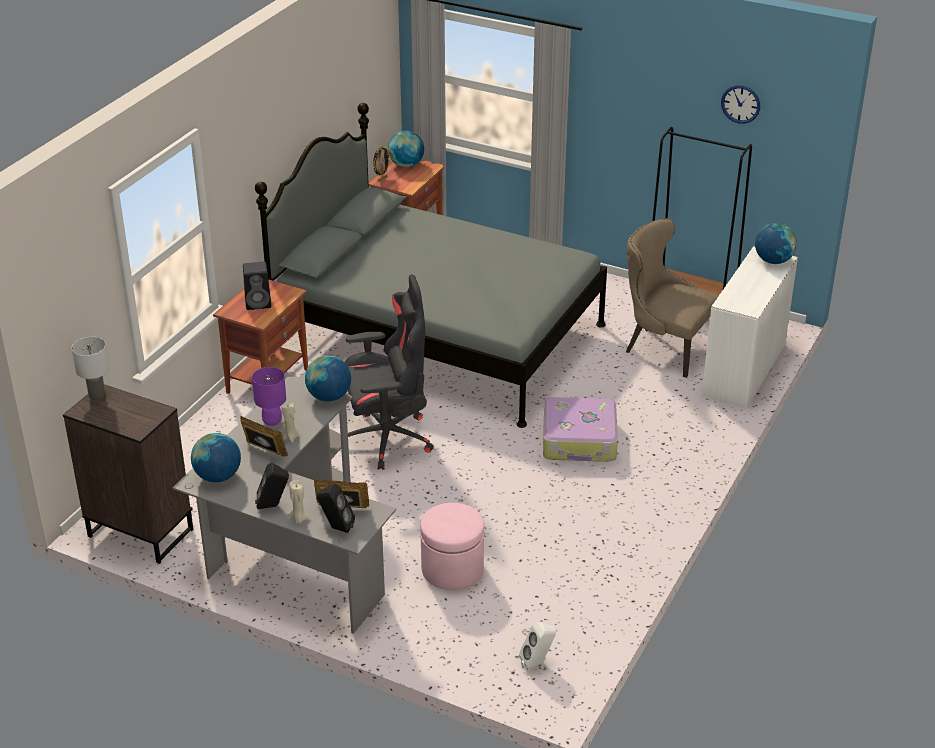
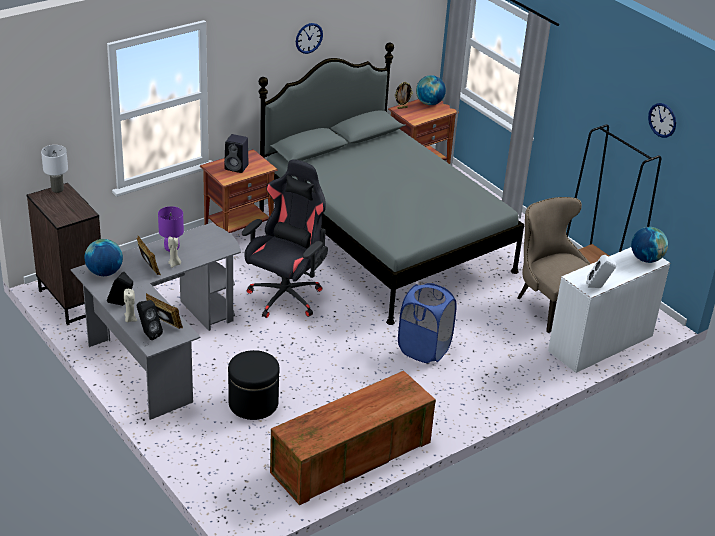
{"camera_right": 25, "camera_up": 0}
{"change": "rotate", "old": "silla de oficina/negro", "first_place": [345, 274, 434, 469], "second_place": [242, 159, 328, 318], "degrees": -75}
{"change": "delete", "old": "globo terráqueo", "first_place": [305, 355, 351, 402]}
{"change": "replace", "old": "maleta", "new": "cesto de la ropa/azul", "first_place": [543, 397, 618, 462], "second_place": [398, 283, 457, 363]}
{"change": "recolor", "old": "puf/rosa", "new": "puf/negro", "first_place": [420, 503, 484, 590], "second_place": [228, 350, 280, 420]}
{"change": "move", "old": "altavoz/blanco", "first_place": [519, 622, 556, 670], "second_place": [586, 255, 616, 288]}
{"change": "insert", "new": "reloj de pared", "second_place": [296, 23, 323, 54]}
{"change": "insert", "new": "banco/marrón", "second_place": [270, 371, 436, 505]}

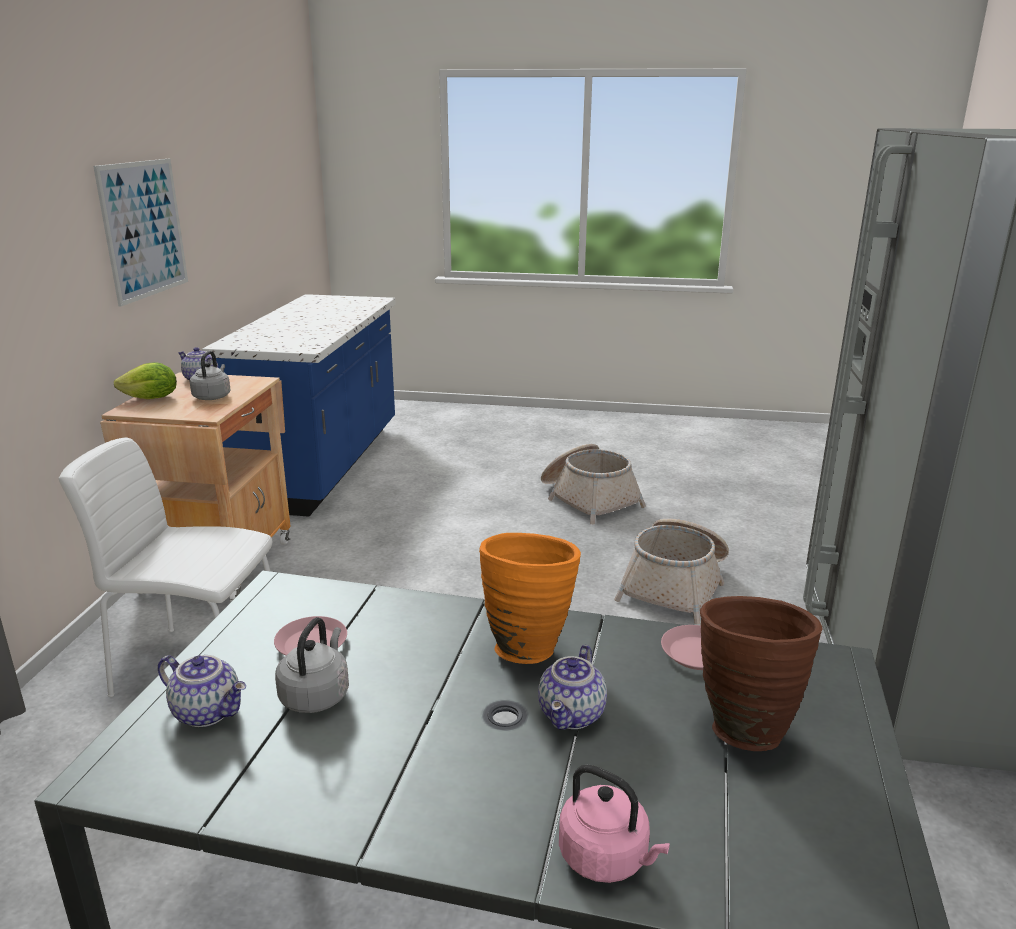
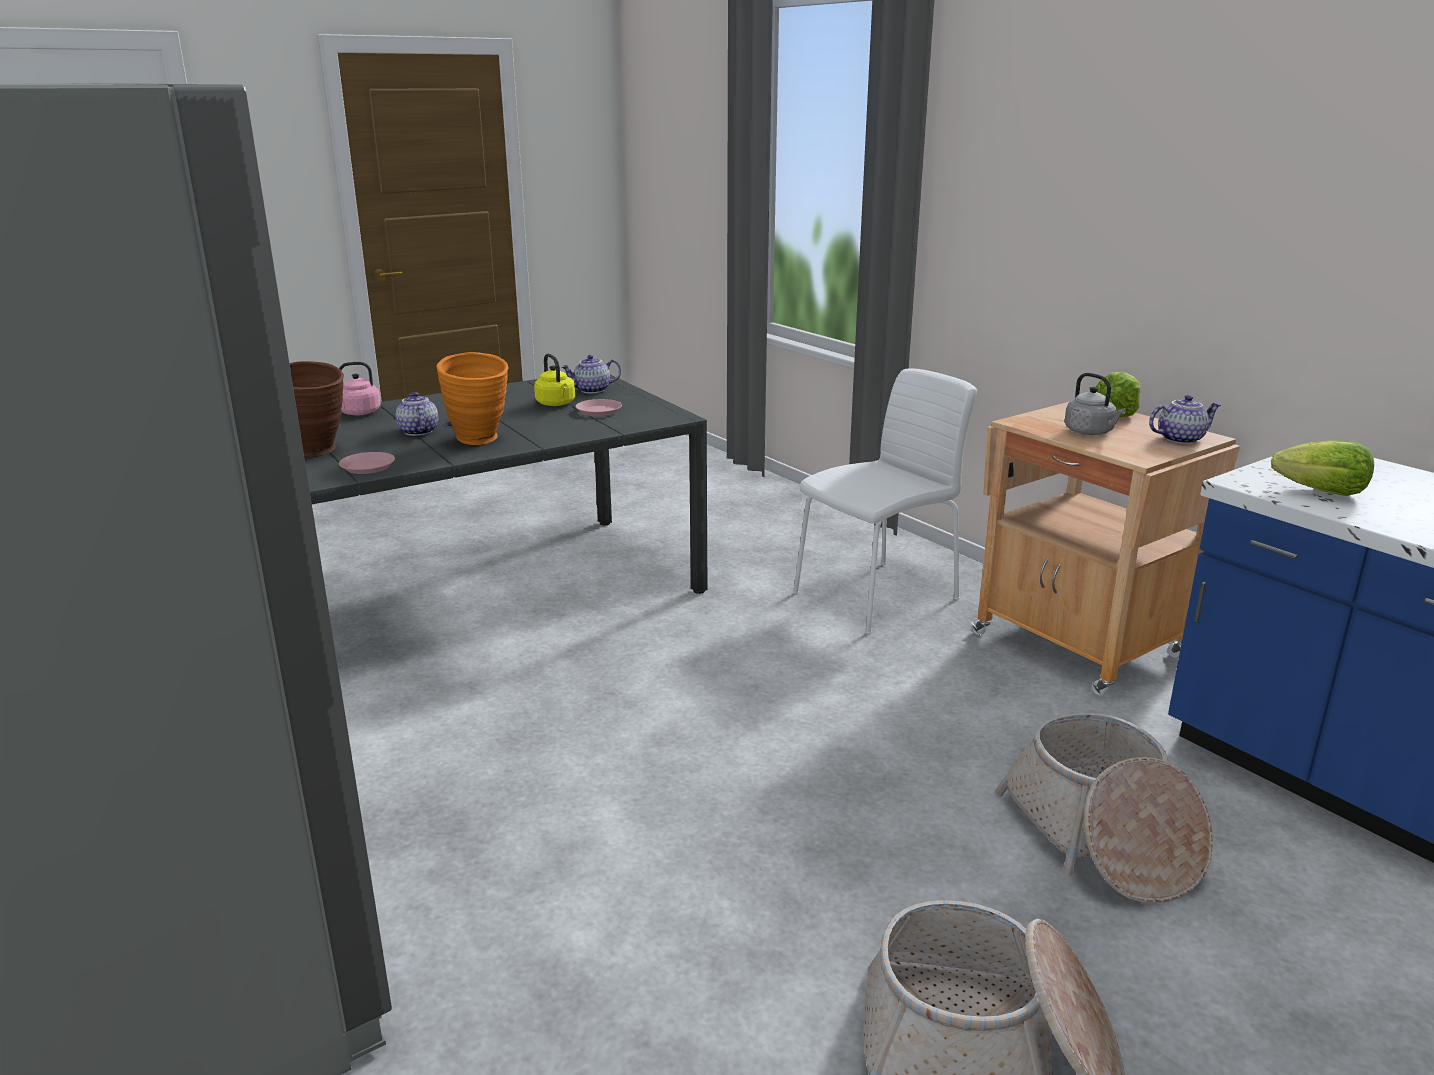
{"camera_right": 135, "camera_up": 0}
{"change": "delete", "old": "cuadro", "first_place": [93, 159, 188, 307]}
{"change": "move", "old": "cesta", "first_place": [614, 519, 729, 624], "second_place": [994, 713, 1213, 903]}
{"change": "recolor", "old": "hervidor/gris", "new": "hervidor/amarillo", "first_place": [275, 617, 349, 713], "second_place": [534, 354, 575, 406]}
{"change": "insert", "new": "lechuga", "second_place": [1271, 440, 1374, 496]}

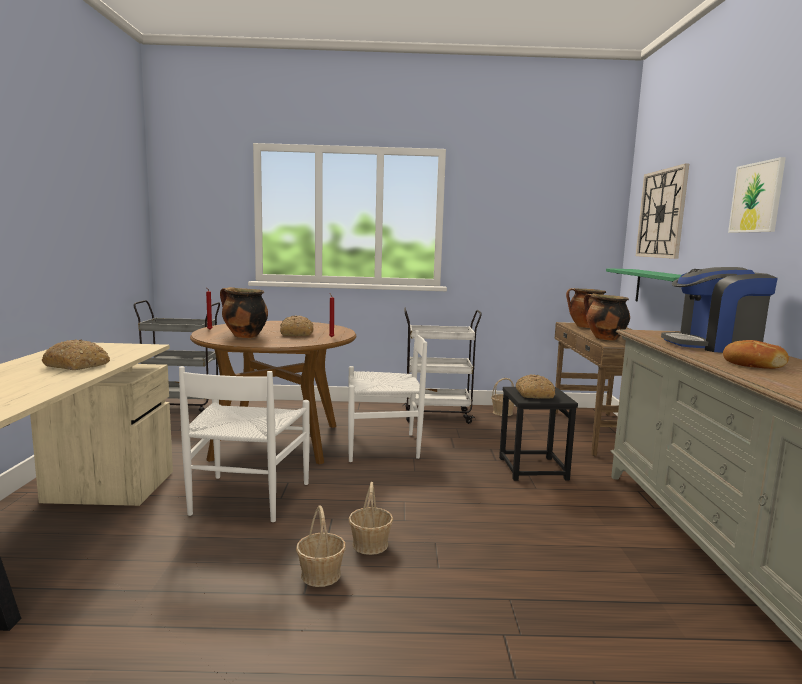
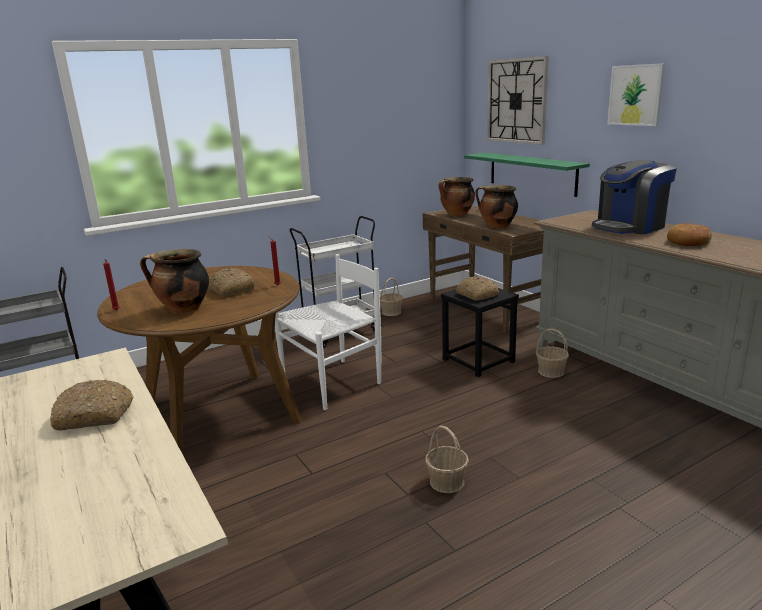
{"camera_right": -30, "camera_up": 10}
{"change": "delete", "old": "silla/blanco", "first_place": [179, 366, 310, 522]}
{"change": "move", "old": "cesta", "first_place": [296, 505, 346, 587], "second_place": [536, 329, 569, 378]}

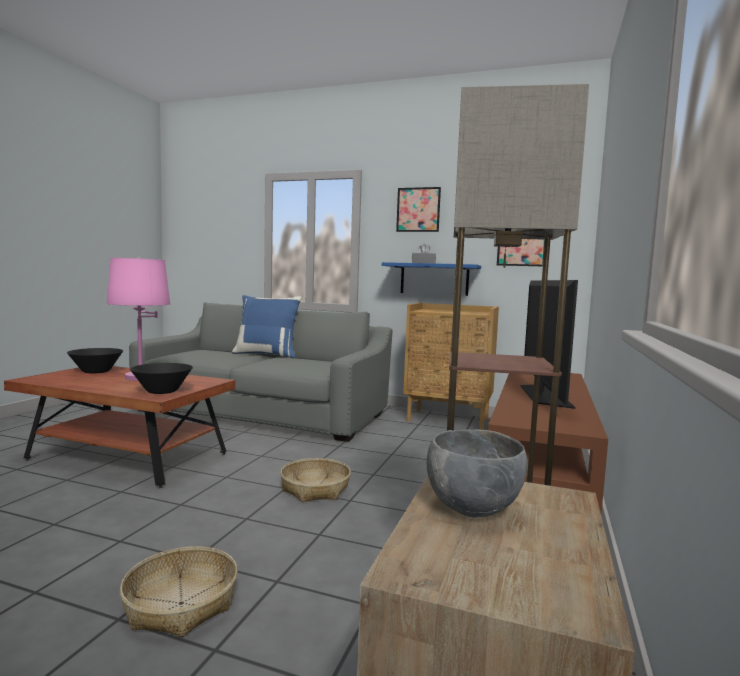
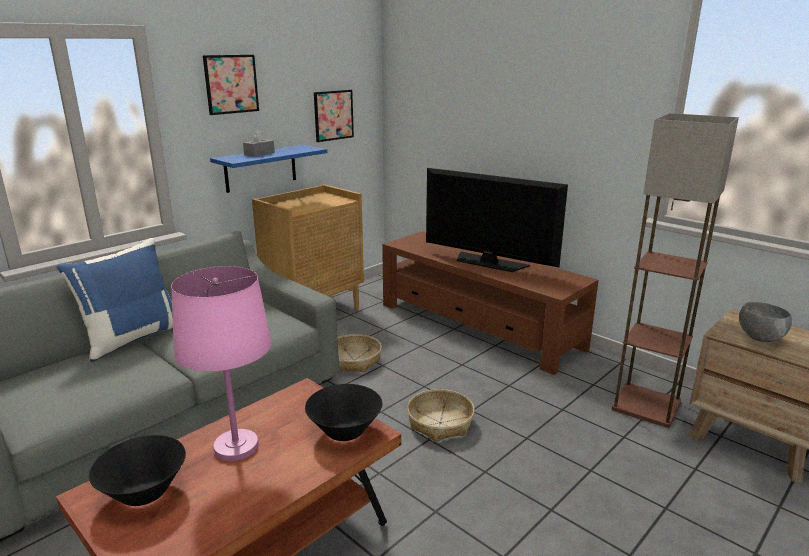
{"camera_right": -65, "camera_up": 15}
{"change": "move", "old": "cesta", "first_place": [120, 546, 238, 637], "second_place": [338, 334, 382, 372]}

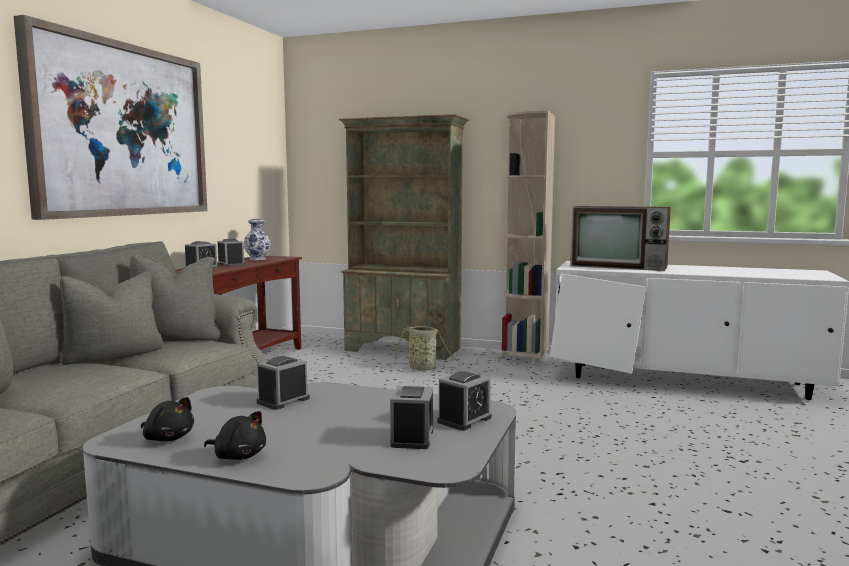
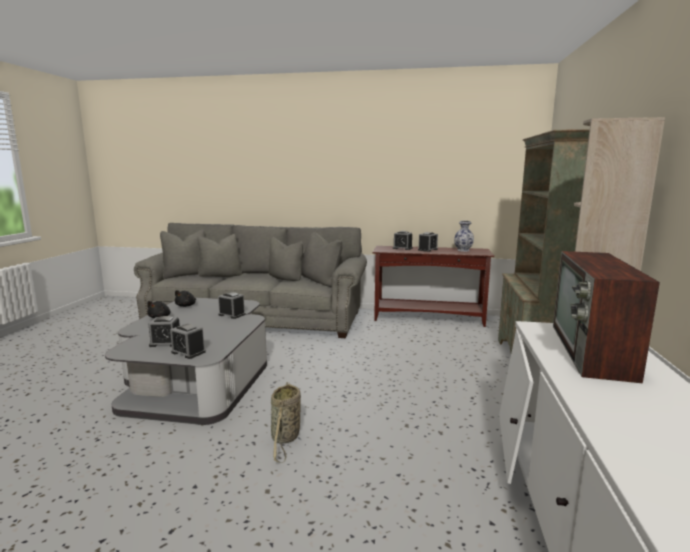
{"camera_right": 80, "camera_up": 5}
{"change": "delete", "old": "cuadro", "first_place": [14, 15, 207, 220]}
{"change": "move", "old": "cesta", "first_place": [394, 326, 464, 371], "second_place": [271, 382, 301, 463]}

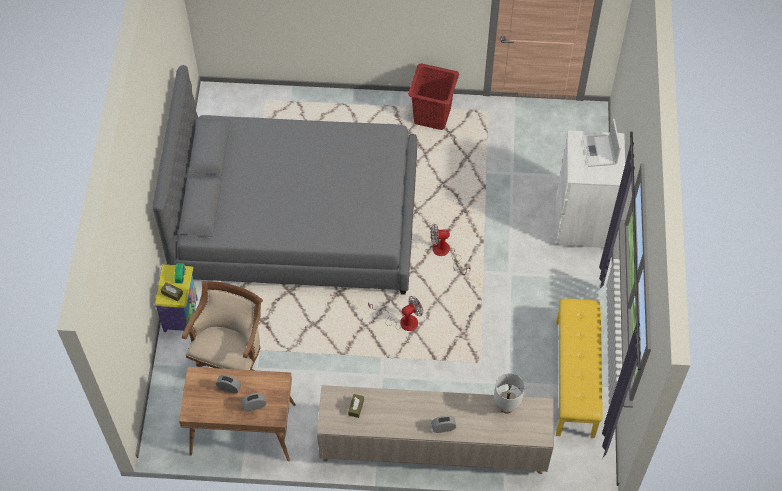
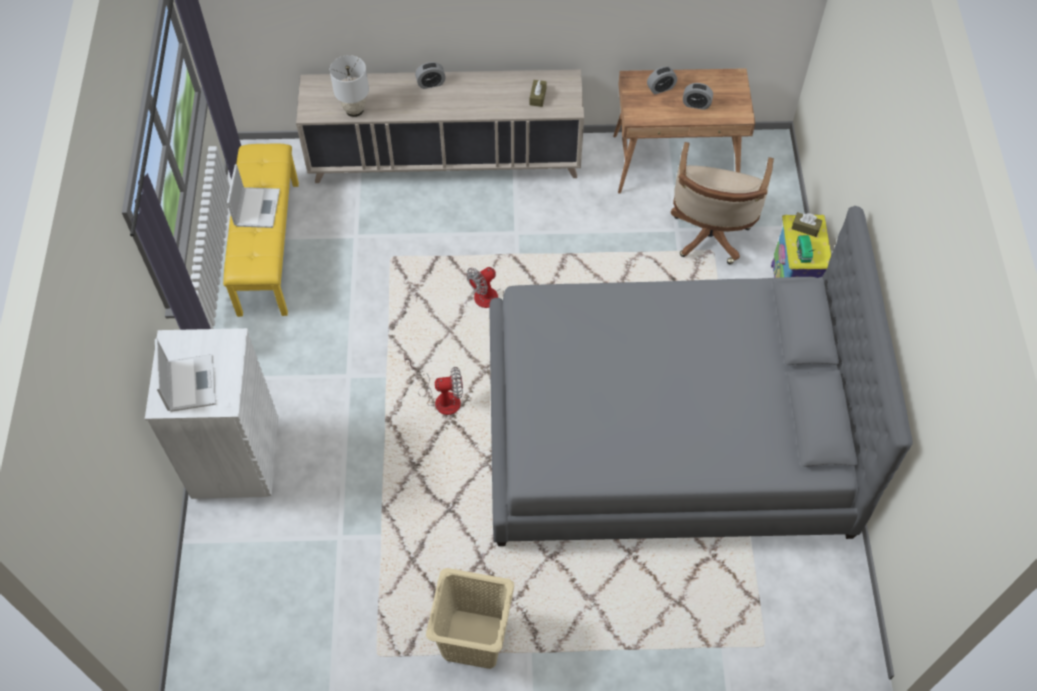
{"camera_right": 175, "camera_up": 0}
{"change": "recolor", "old": "cesto de la ropa/rojo", "new": "cesto de la ropa/beis", "first_place": [408, 63, 459, 130], "second_place": [426, 568, 514, 669]}
{"change": "insert", "new": "portátil", "second_place": [227, 164, 280, 228]}

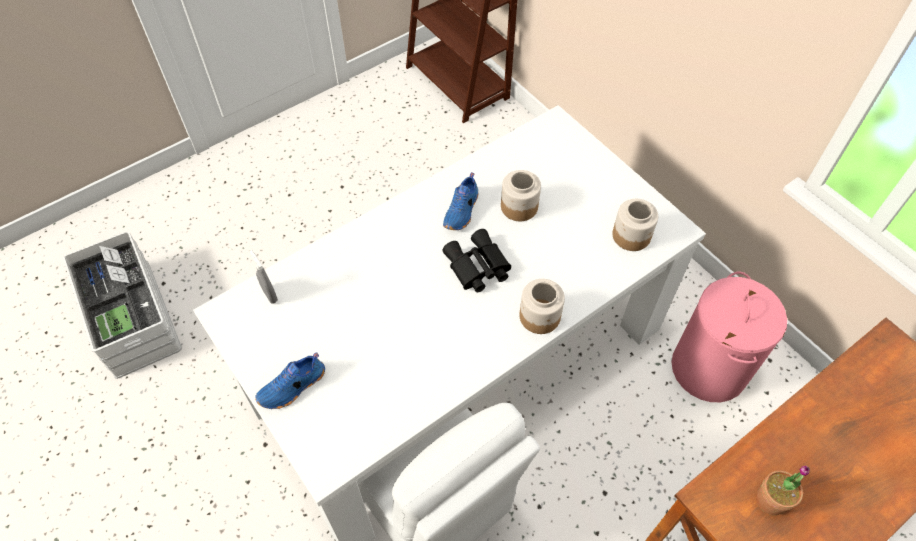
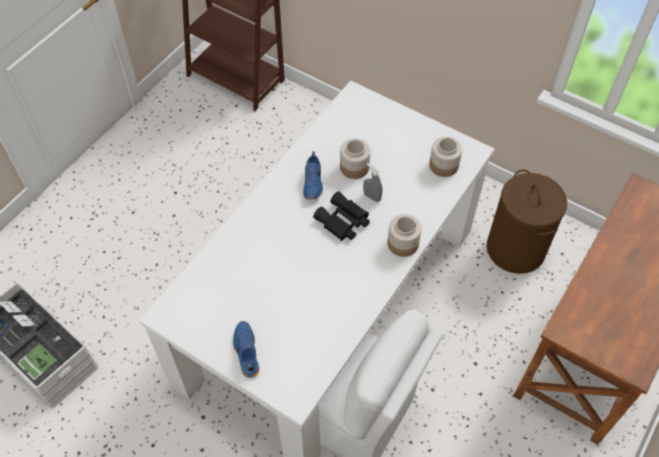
{"camera_right": -20, "camera_up": 0}
{"change": "move", "old": "pulverizador/gris", "first_place": [250, 250, 278, 304], "second_place": [363, 163, 382, 202]}
{"change": "recolor", "old": "cesto de la ropa/rosa", "new": "cesto de la ropa/marrón", "first_place": [671, 272, 787, 402], "second_place": [487, 169, 567, 274]}
{"change": "rotate", "old": "zapato/azul", "first_place": [255, 352, 325, 409], "second_place": [233, 321, 260, 378], "degrees": 135}
{"change": "delete", "old": "planta en maceta", "first_place": [756, 465, 810, 515]}

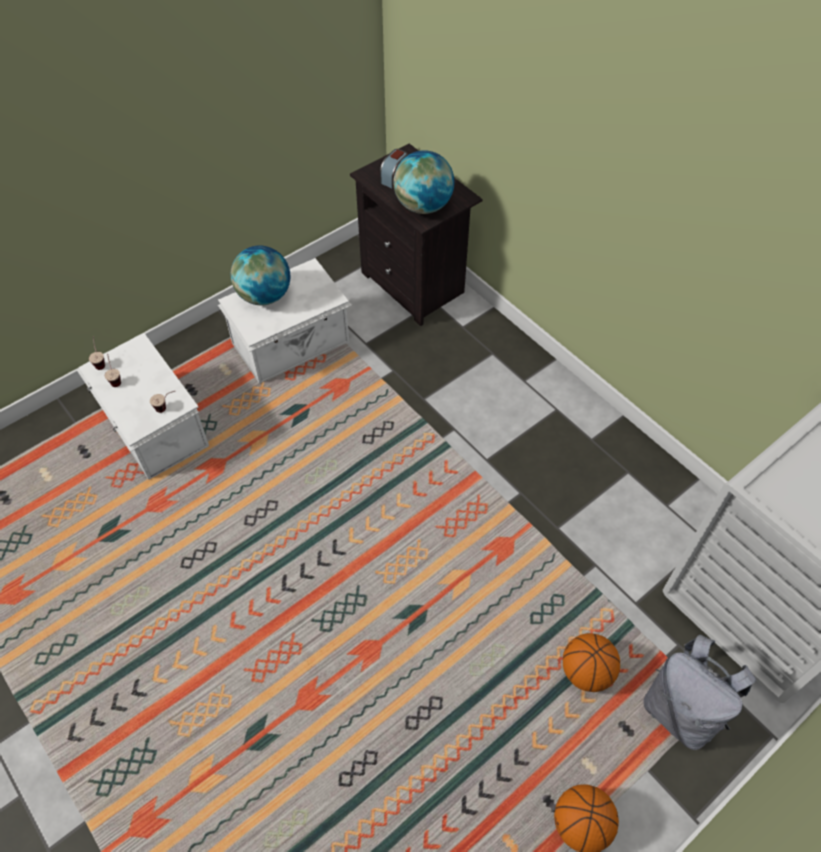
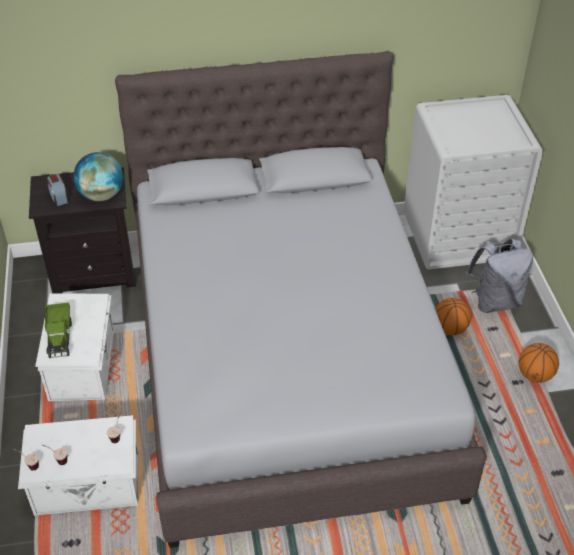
{"camera_right": -60, "camera_up": -10}
{"change": "replace", "old": "globo terráqueo", "new": "camión de juguete", "first_place": [231, 246, 290, 306], "second_place": [45, 303, 72, 358]}
{"change": "insert", "new": "cama/gris", "second_place": [115, 51, 486, 548]}

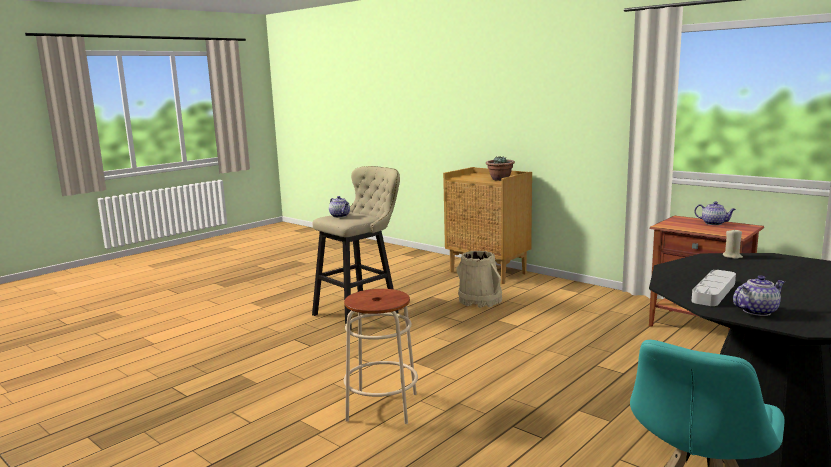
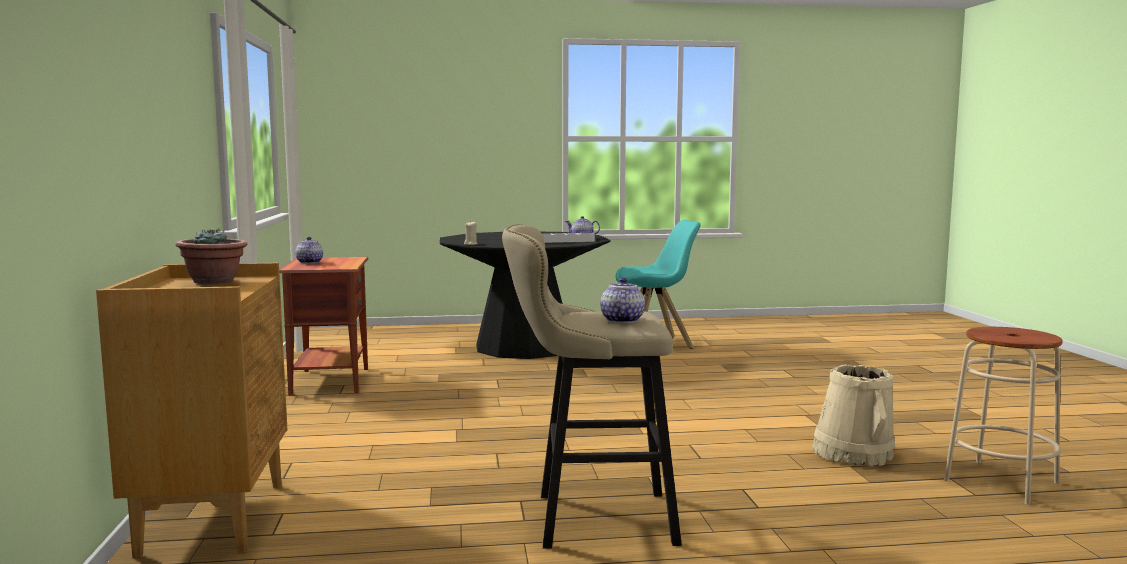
{"camera_right": -140, "camera_up": -5}
{"change": "move", "old": "cubo/beis", "first_place": [456, 251, 502, 308], "second_place": [812, 365, 895, 466]}
{"change": "move", "old": "taburete/beis", "first_place": [344, 289, 418, 424], "second_place": [944, 327, 1063, 505]}

